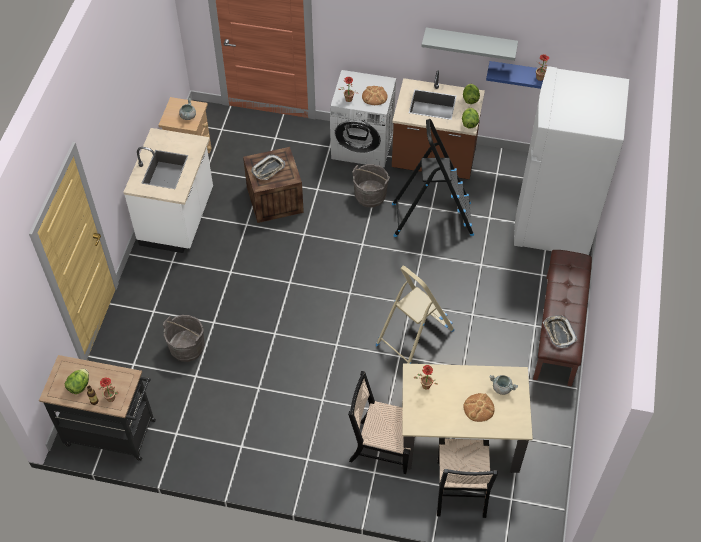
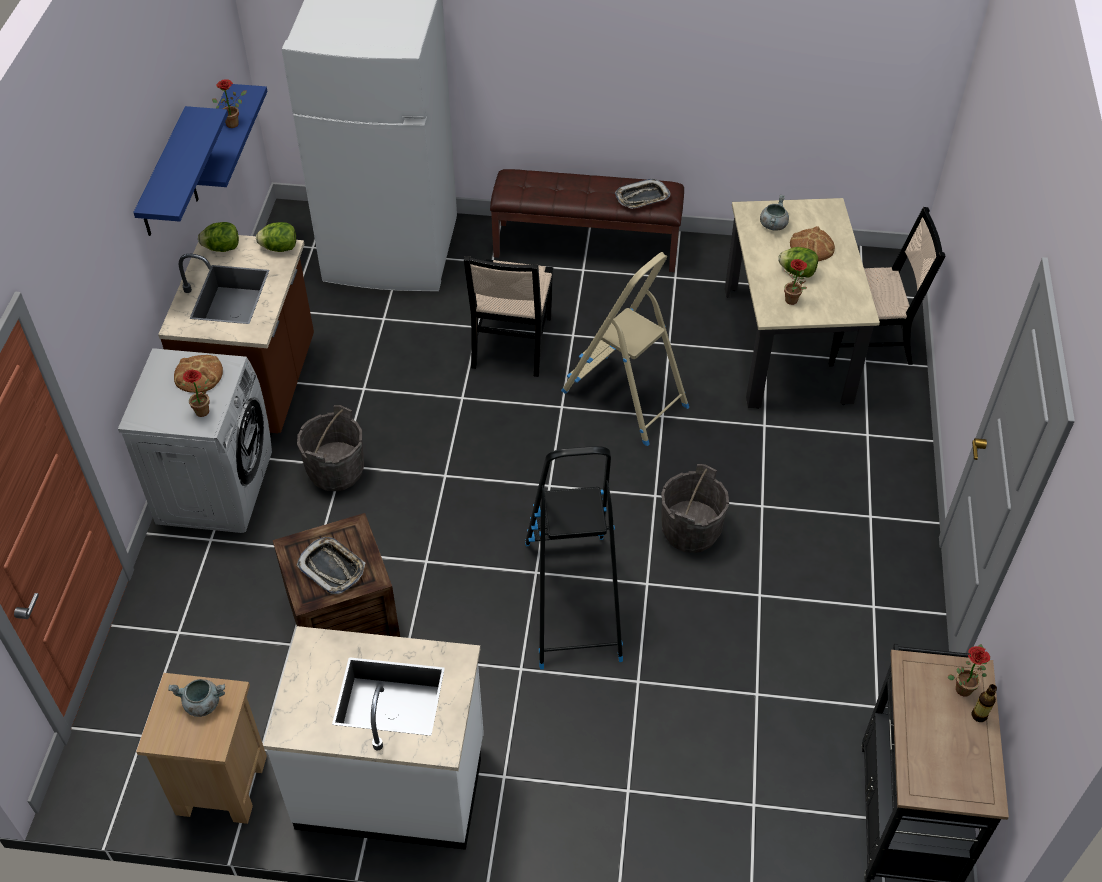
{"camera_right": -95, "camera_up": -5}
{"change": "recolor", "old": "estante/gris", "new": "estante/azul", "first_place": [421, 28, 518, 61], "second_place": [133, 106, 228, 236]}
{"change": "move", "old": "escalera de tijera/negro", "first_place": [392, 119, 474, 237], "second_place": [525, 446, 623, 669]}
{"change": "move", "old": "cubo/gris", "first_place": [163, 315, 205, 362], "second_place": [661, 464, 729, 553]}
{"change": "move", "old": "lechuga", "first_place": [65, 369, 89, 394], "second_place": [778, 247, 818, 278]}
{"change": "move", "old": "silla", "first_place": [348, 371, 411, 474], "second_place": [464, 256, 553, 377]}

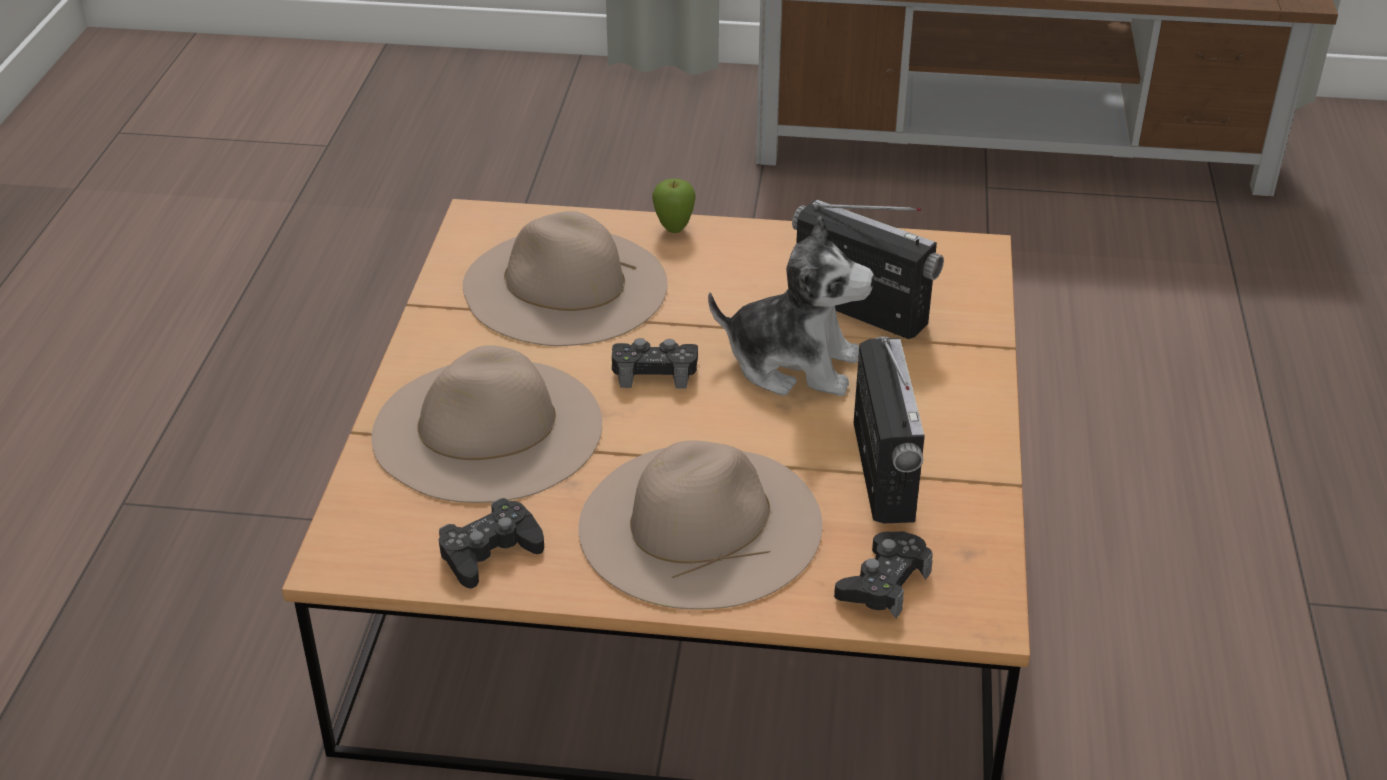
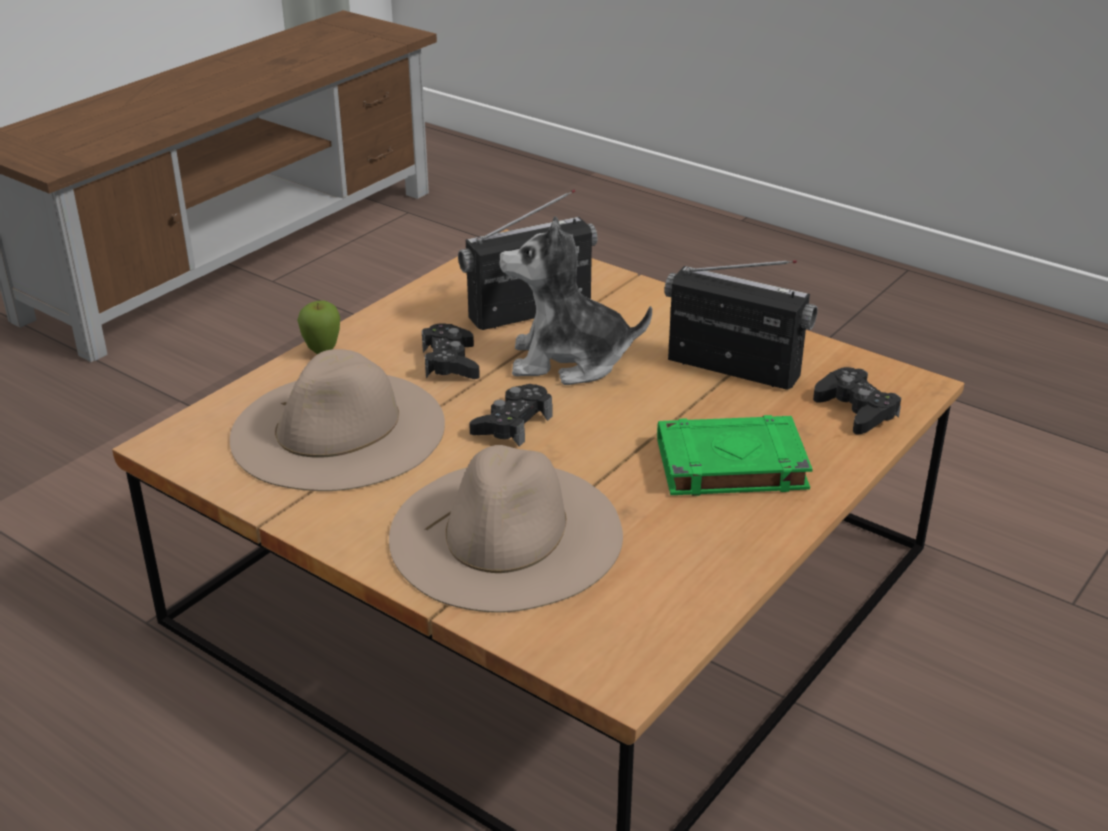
{"camera_right": -60, "camera_up": -5}
{"change": "rotate", "old": "peluche", "first_place": [708, 216, 874, 396], "second_place": [499, 216, 652, 385], "degrees": -135}
{"change": "replace", "old": "sombrero/beis", "new": "libro/verde", "first_place": [578, 440, 822, 609], "second_place": [657, 415, 812, 496]}
{"change": "move", "old": "mando de consola/negro", "first_place": [439, 498, 544, 589], "second_place": [422, 323, 480, 379]}

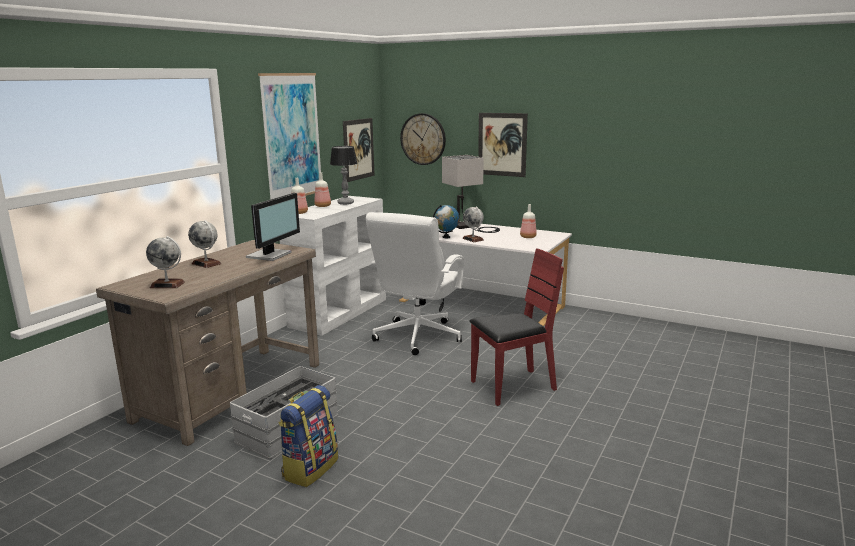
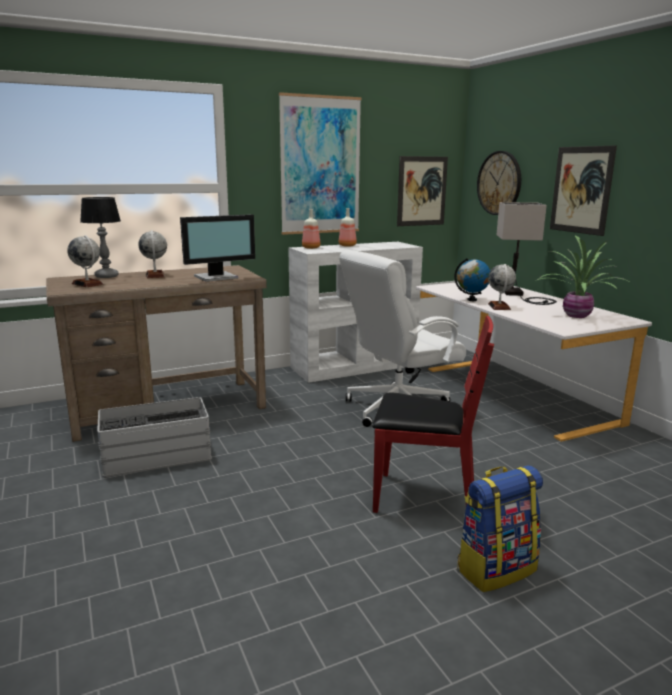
{"camera_right": 35, "camera_up": 0}
{"change": "move", "old": "lámpara de mesa", "first_place": [330, 146, 358, 205], "second_place": [80, 197, 121, 278]}
{"change": "replace", "old": "botella", "new": "planta en maceta", "first_place": [520, 204, 537, 238], "second_place": [537, 236, 633, 318]}
{"change": "move", "old": "mochila", "first_place": [278, 385, 338, 487], "second_place": [457, 465, 543, 592]}

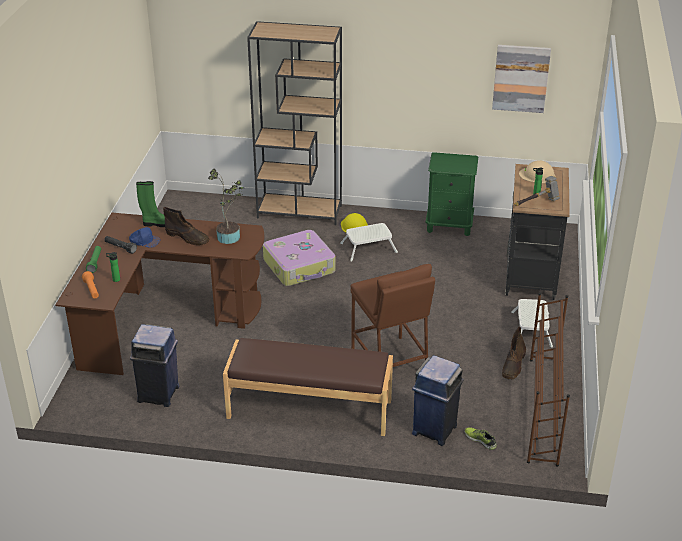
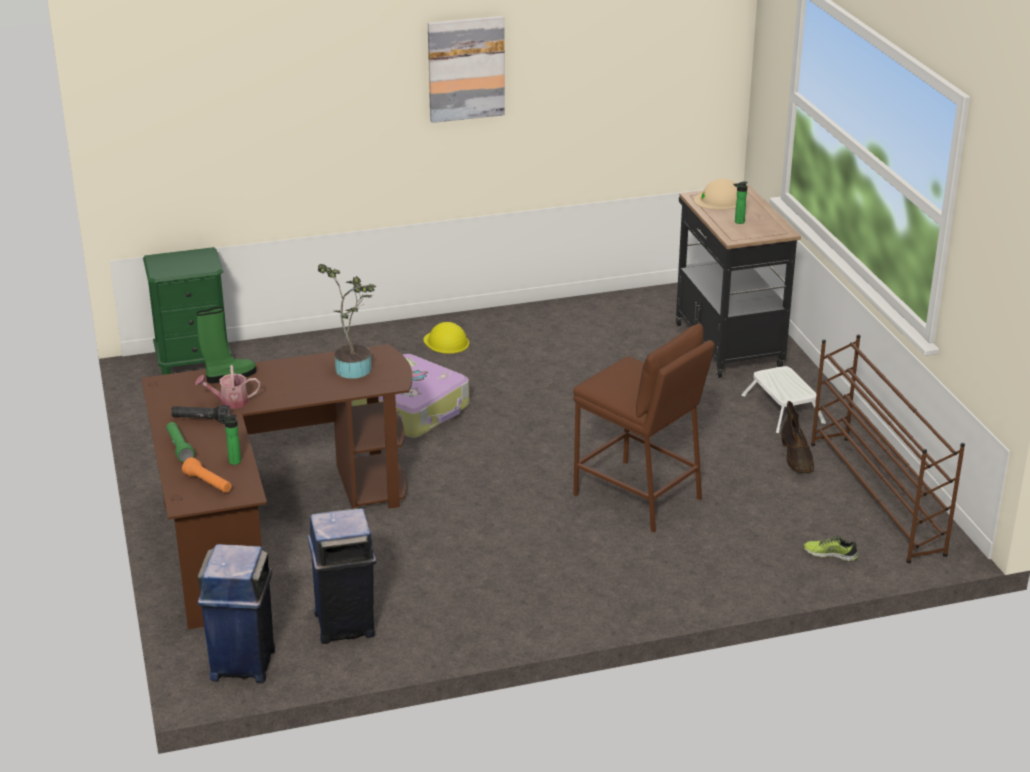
{"camera_right": -25, "camera_up": -5}
{"change": "delete", "old": "estantería", "first_place": [247, 21, 342, 225]}
{"change": "move", "old": "cuadro", "first_place": [492, 45, 551, 113], "second_place": [428, 16, 505, 123]}
{"change": "move", "old": "mesita de noche/verde", "first_place": [426, 152, 478, 236], "second_place": [143, 247, 232, 375]}
{"change": "delete", "old": "martillo", "first_place": [515, 176, 560, 206]}
{"change": "delete", "old": "bota/marrón", "first_place": [163, 207, 209, 245]}
{"change": "delete", "old": "escalera de tijera/blanco", "first_place": [340, 223, 398, 261]}
{"change": "replace", "old": "gorra/azul", "new": "regadera", "first_place": [129, 227, 161, 248], "second_place": [195, 365, 260, 409]}
{"change": "delete", "old": "banco/marrón", "first_place": [223, 338, 393, 436]}
{"change": "move", "old": "papelera/azul", "first_place": [412, 355, 464, 446], "second_place": [197, 544, 275, 683]}

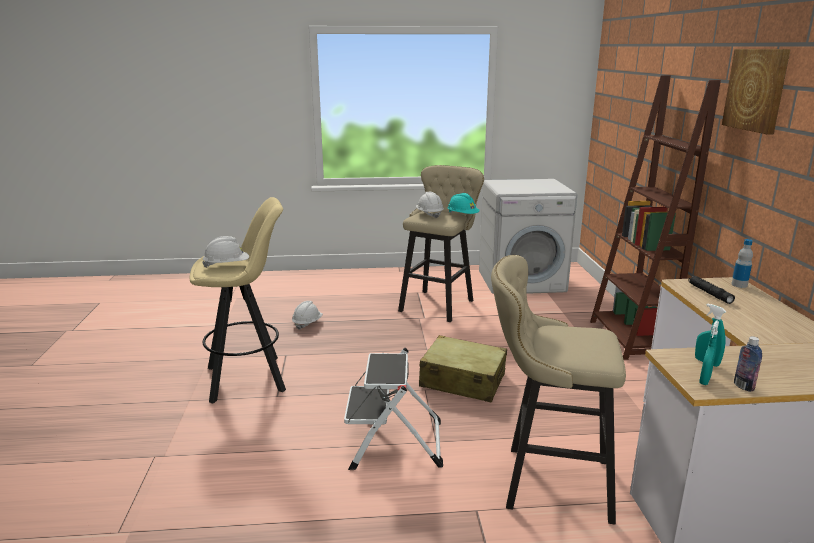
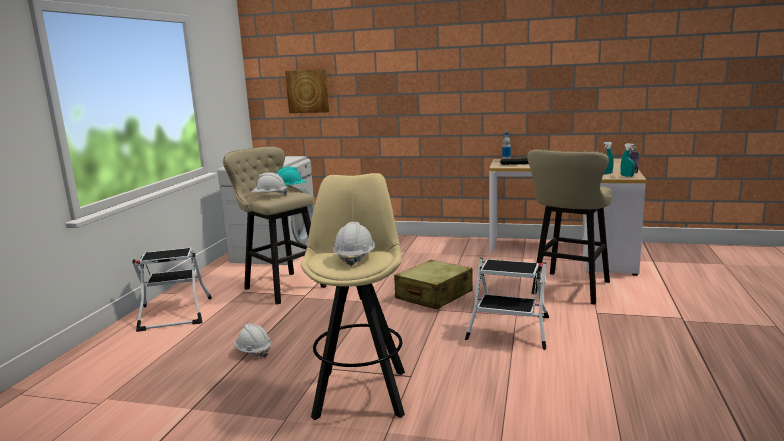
{"camera_right": -70, "camera_up": -5}
{"change": "move", "old": "cuadro", "first_place": [722, 49, 791, 135], "second_place": [285, 69, 329, 113]}
{"change": "delete", "old": "estantería/marrón", "first_place": [590, 76, 721, 360]}
{"change": "insert", "new": "escalera de tijera", "second_place": [132, 248, 212, 332]}

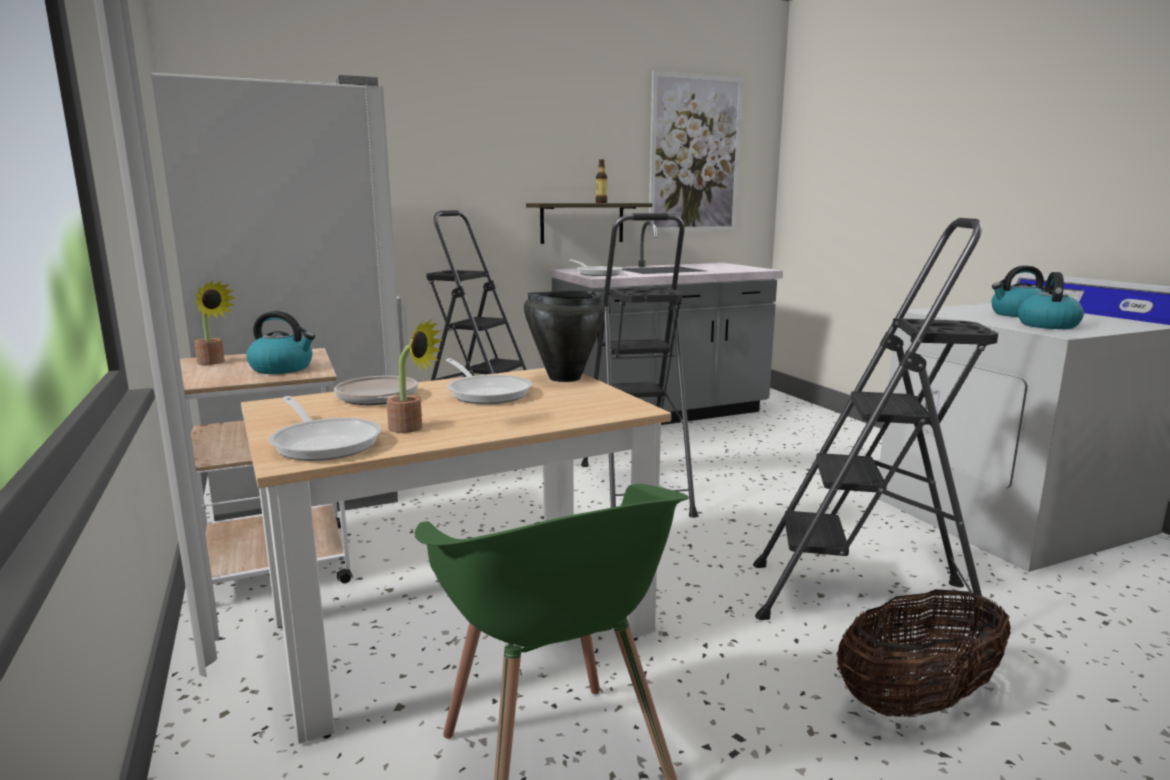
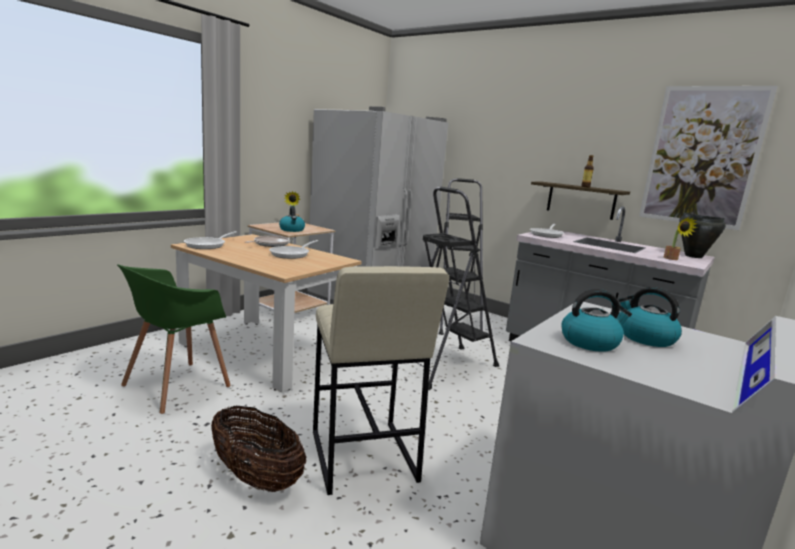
{"camera_right": 60, "camera_up": 0}
{"change": "replace", "old": "escalera de tijera", "new": "taburete/beis", "first_place": [753, 218, 998, 621], "second_place": [313, 266, 449, 495]}
{"change": "move", "old": "olla/negro", "first_place": [524, 290, 605, 382], "second_place": [679, 213, 726, 258]}
{"change": "move", "old": "planta en maceta", "first_place": [386, 319, 443, 433], "second_place": [663, 217, 697, 260]}

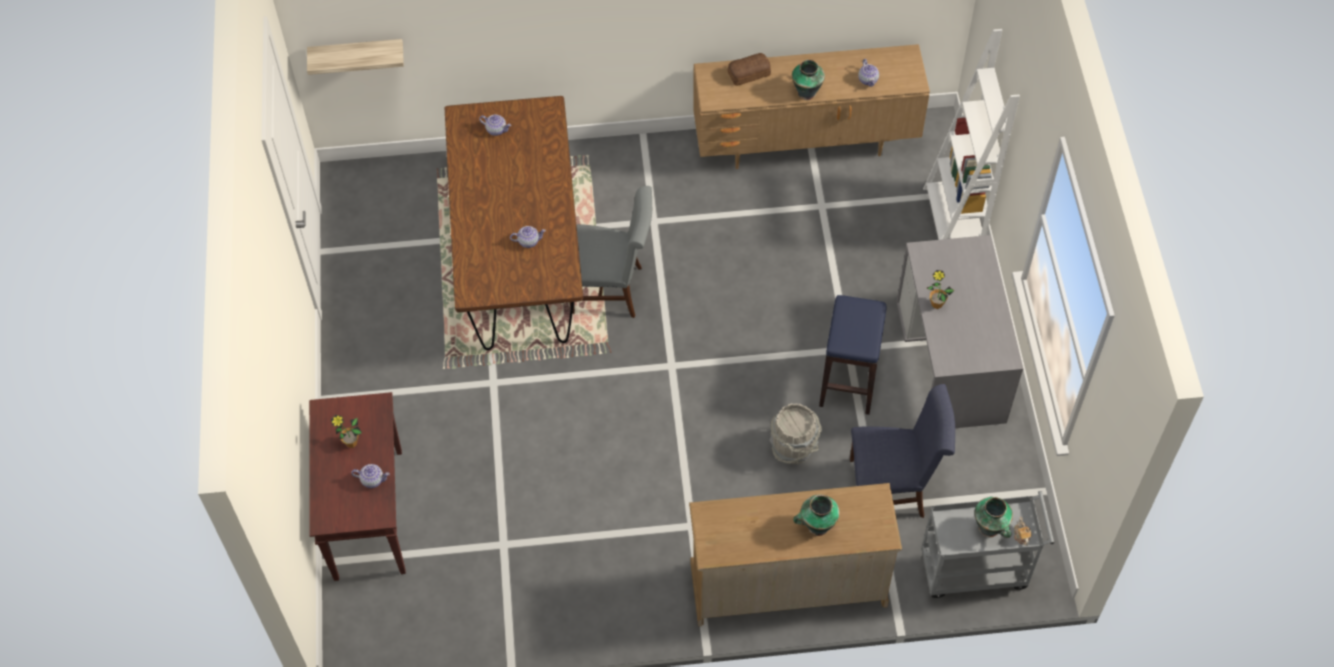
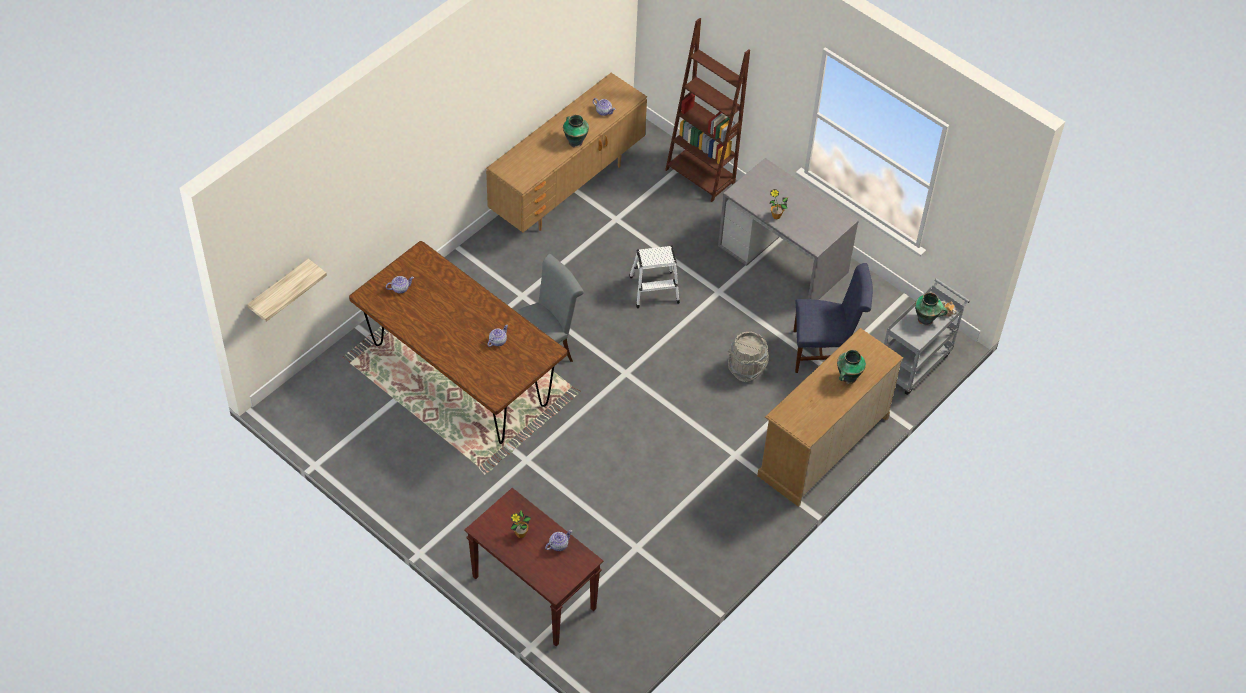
{"camera_right": -45, "camera_up": -5}
{"change": "recolor", "old": "estantería/blanco", "new": "estantería/marrón", "first_place": [923, 29, 1020, 240], "second_place": [665, 18, 750, 202]}
{"change": "delete", "old": "pan", "first_place": [727, 53, 771, 86]}
{"change": "delete", "old": "taburete", "first_place": [819, 295, 887, 415]}
{"change": "rotate", "old": "silla/azul", "first_place": [850, 384, 955, 518], "second_place": [793, 263, 873, 373], "degrees": 45}
{"change": "insert", "new": "escalera de tijera/blanco", "second_place": [629, 245, 680, 309]}

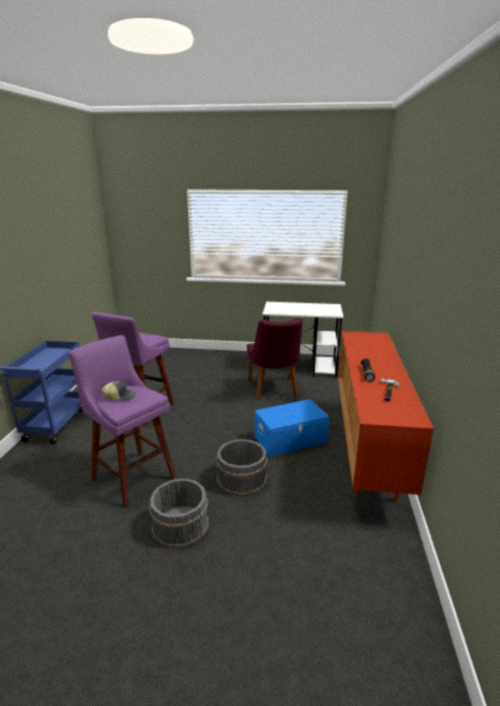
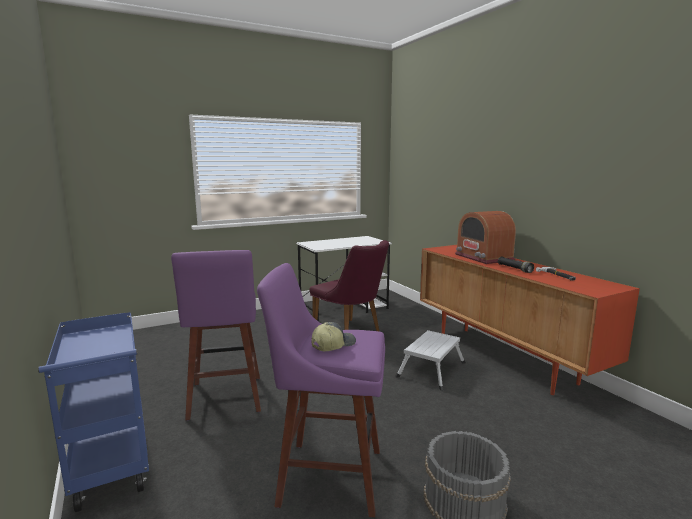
{"camera_right": -35, "camera_up": -10}
{"change": "replace", "old": "caja de almacenaje/azul", "new": "escalera de tijera/blanco", "first_place": [255, 399, 329, 457], "second_place": [395, 330, 466, 391]}
{"change": "delete", "old": "cubo/gris", "first_place": [215, 439, 267, 496]}
{"change": "insert", "new": "radio", "second_place": [455, 211, 516, 264]}

